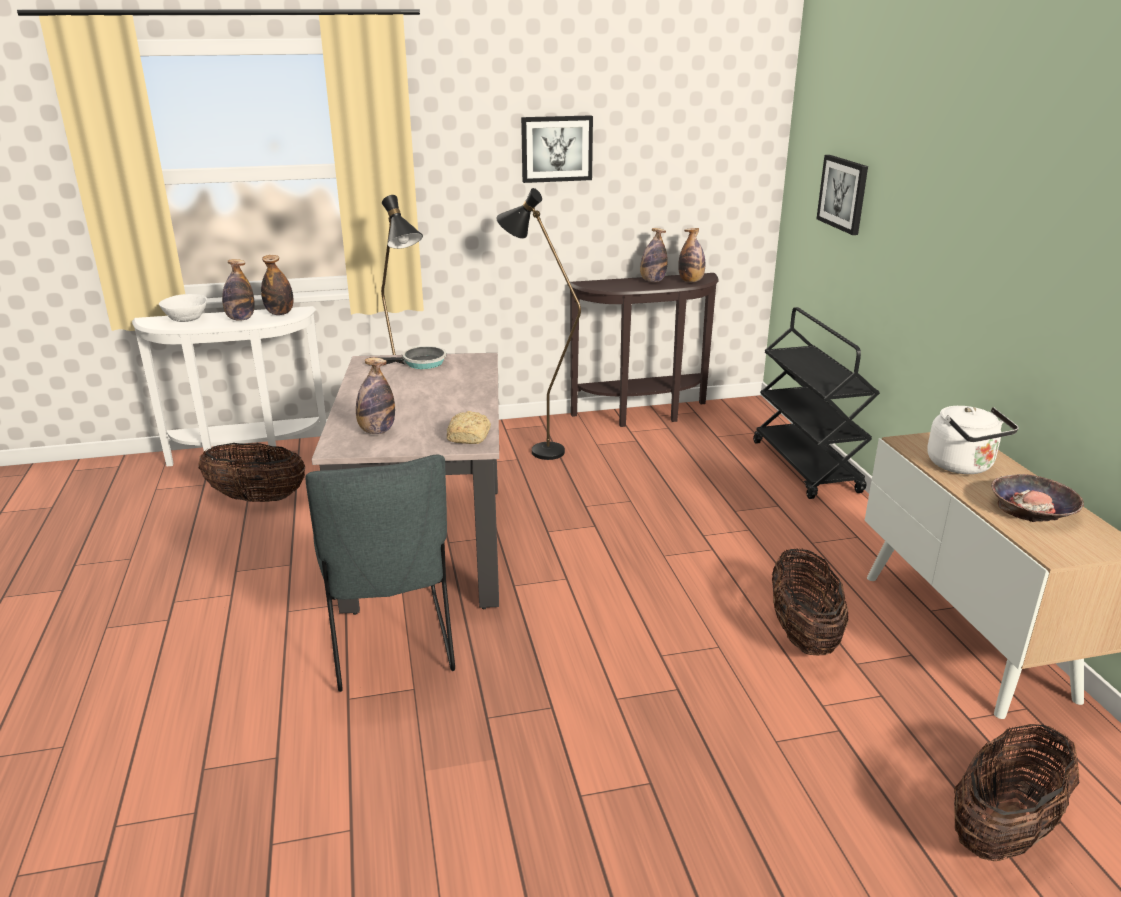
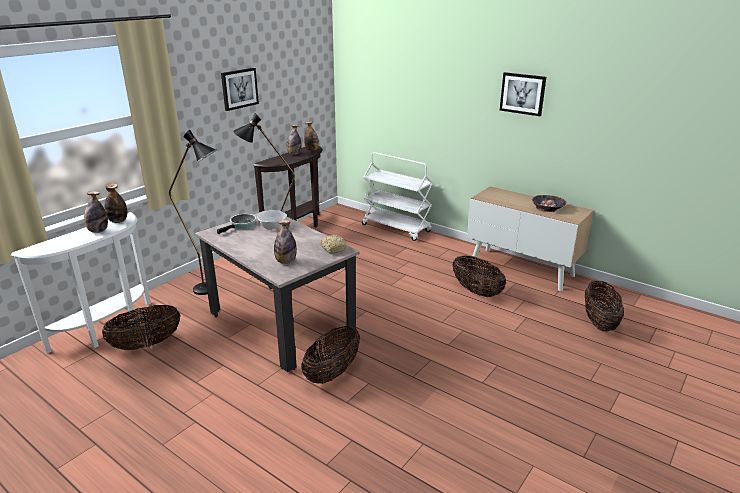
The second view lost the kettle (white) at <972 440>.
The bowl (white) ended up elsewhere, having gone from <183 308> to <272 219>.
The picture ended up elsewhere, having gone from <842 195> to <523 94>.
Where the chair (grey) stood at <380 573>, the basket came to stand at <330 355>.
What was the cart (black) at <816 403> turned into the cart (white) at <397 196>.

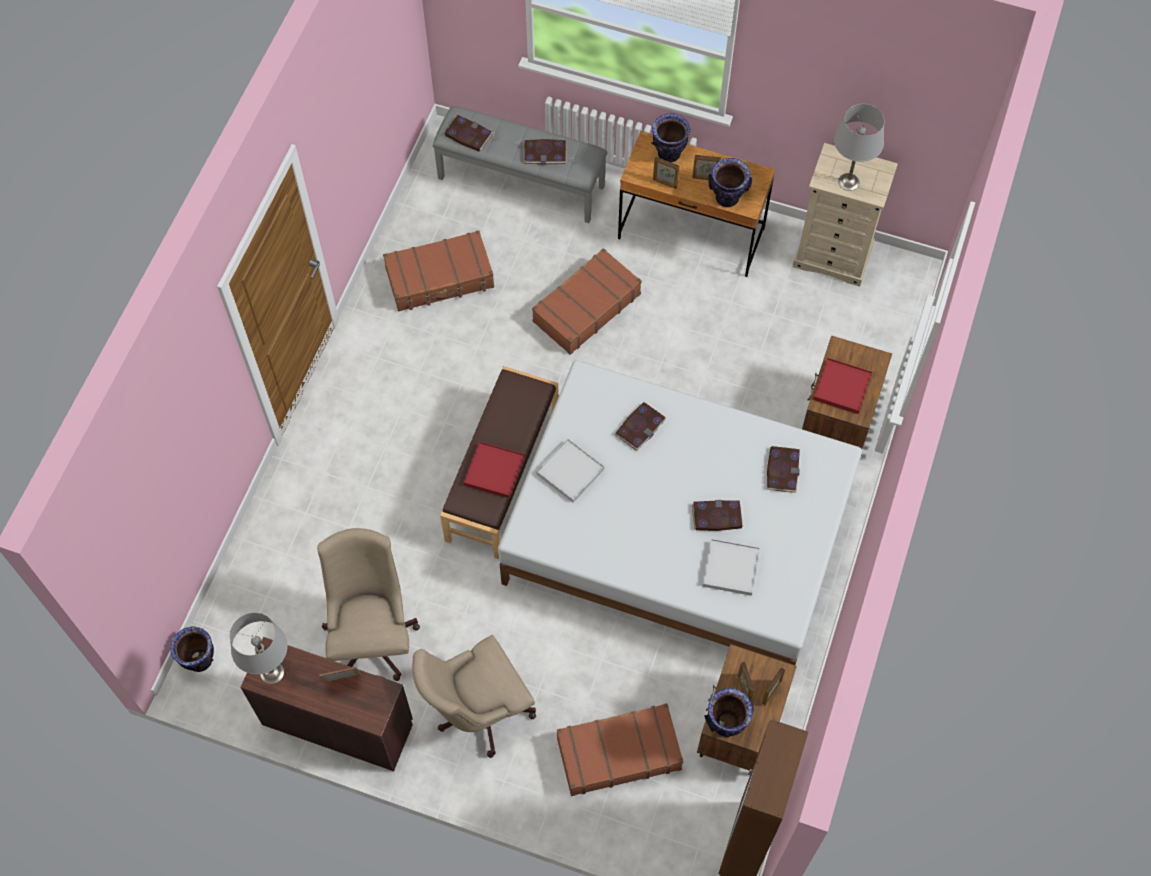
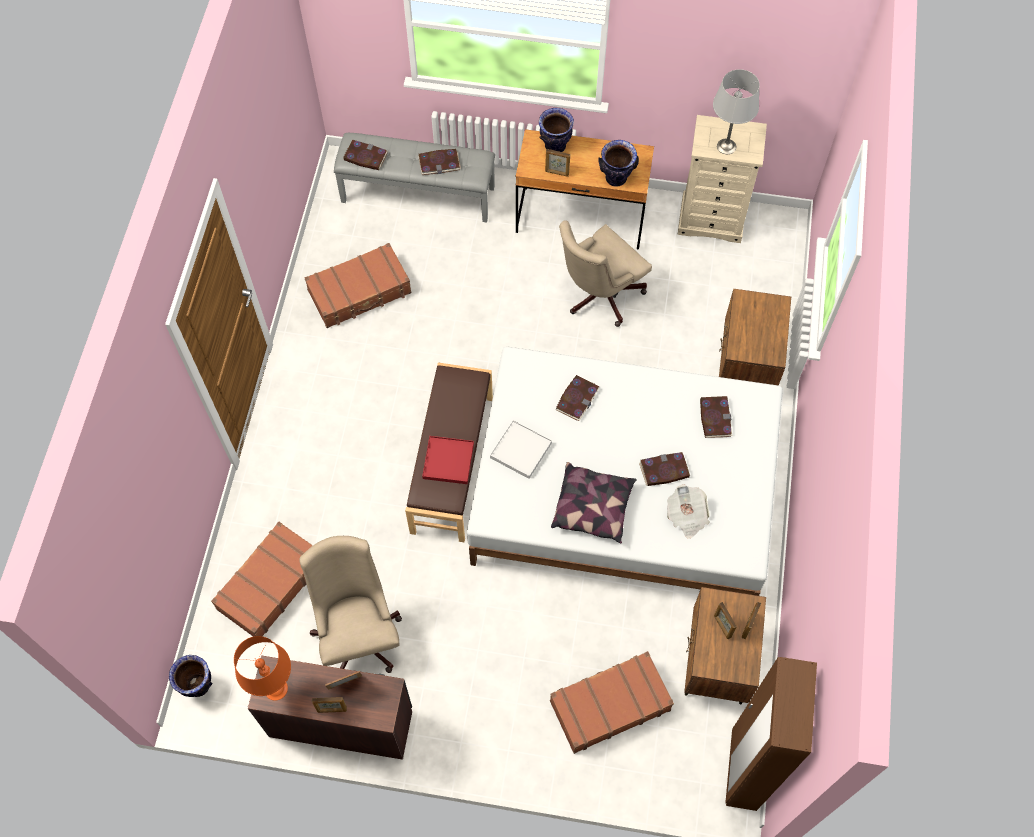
The second view lost the vase at <729 712>.
The second view lost the tray (red) at <842 386>.
The second view gained the pillow at <594 502>.
The office chair (beige) ended up elsewhere, having gone from <474 696> to <605 273>.
The suitcase (brown) ended up elsewhere, having gone from <587 301> to <262 579>.
The picture frame ended up elsewhere, having gone from <706 167> to <329 705>.
Where the tray (white) stood at <731 567>, the newspaper came to stand at <688 511>.
What was the table lamp (grey) at <259 648> turned into the table lamp (orange) at <262 668>.

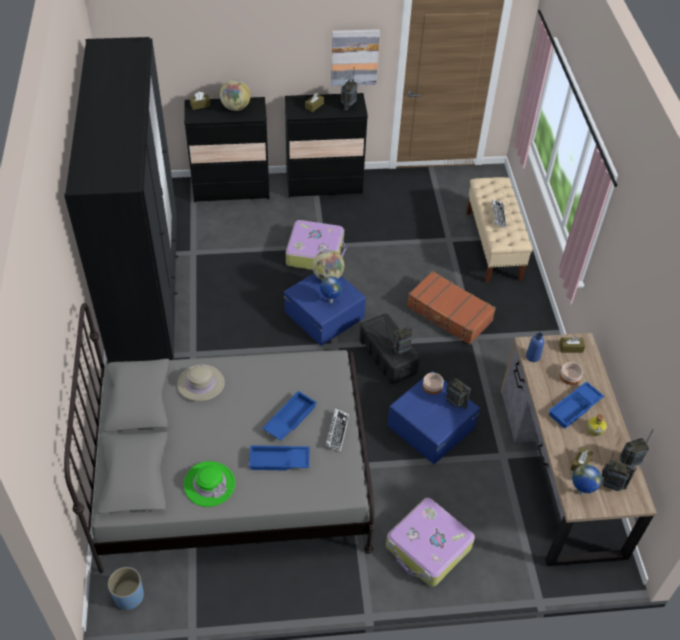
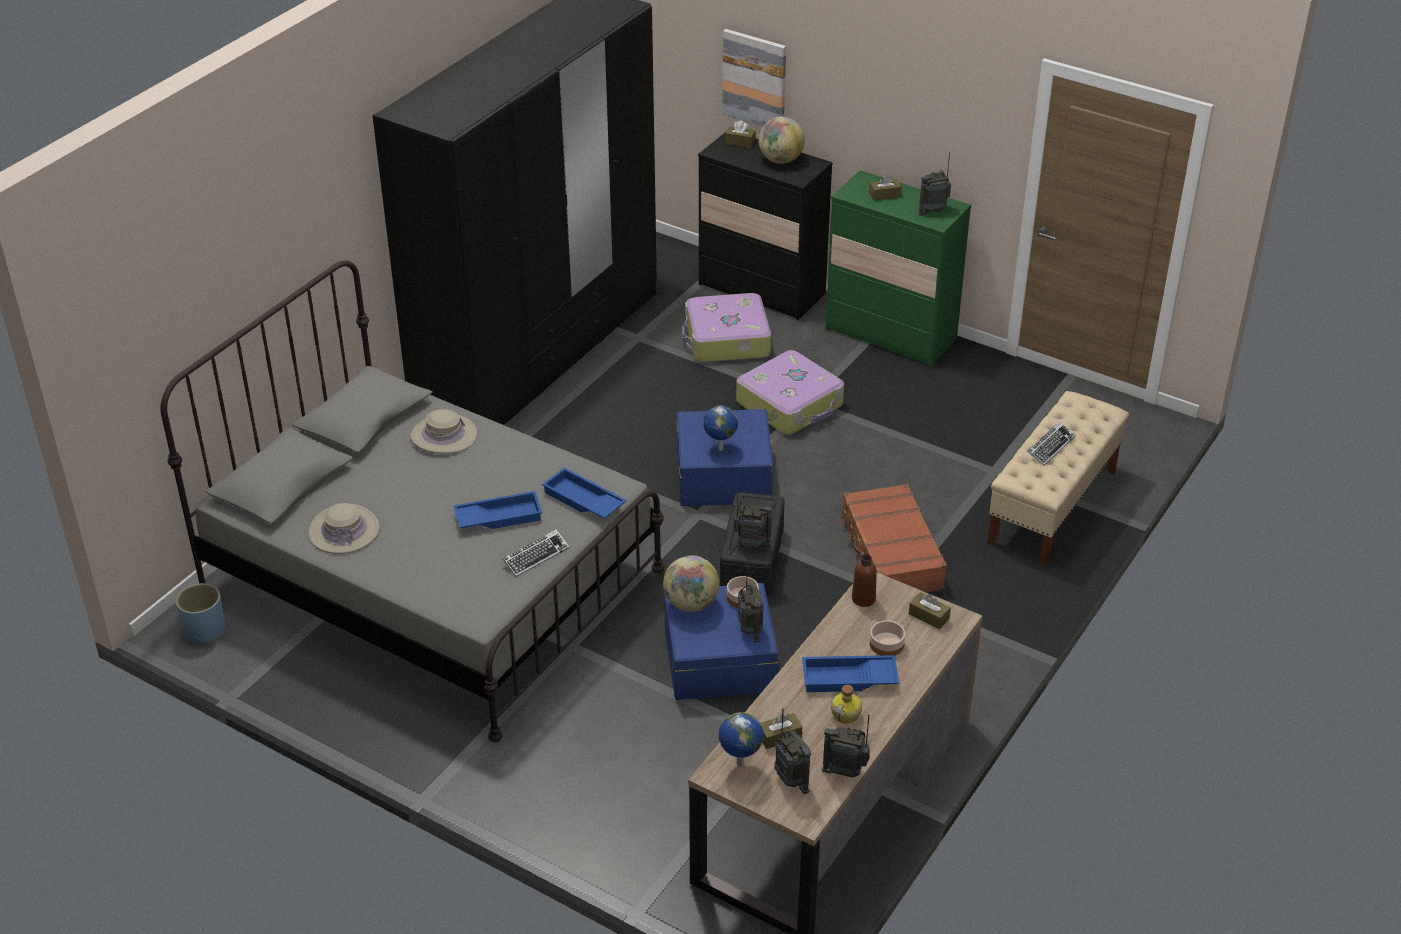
The tray (blue) ended up elsewhere, having gone from <279 458> to <584 493>.
The globe ended up elsewhere, having gone from <328 265> to <691 584>.
The picture ended up elsewhere, having gone from <355 57> to <754 78>.
The suitcase ended up elsewhere, having gone from <430 542> to <726 327>.
What was the hat (green) at <209 484> turned into the hat (beige) at <344 528>.
What was the dresser (black) at <326 145> turned into the dresser (green) at <898 268>.
What was the bottle (blue) at <535 347> turned into the bottle (brown) at <864 580>.

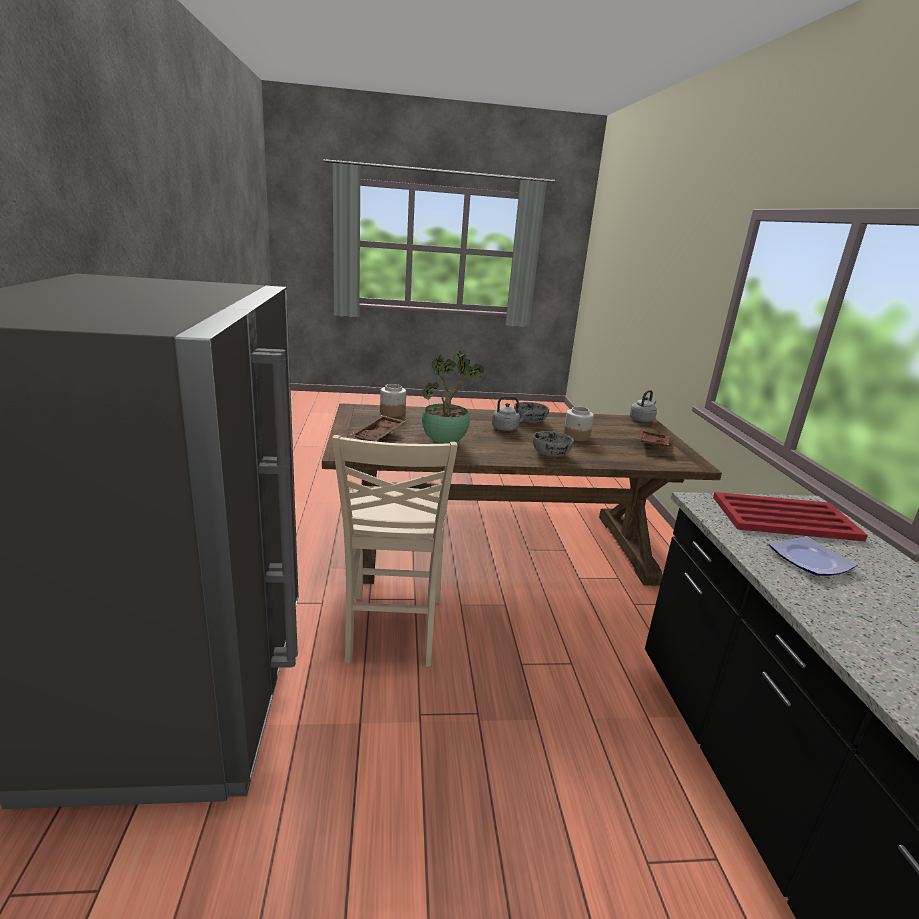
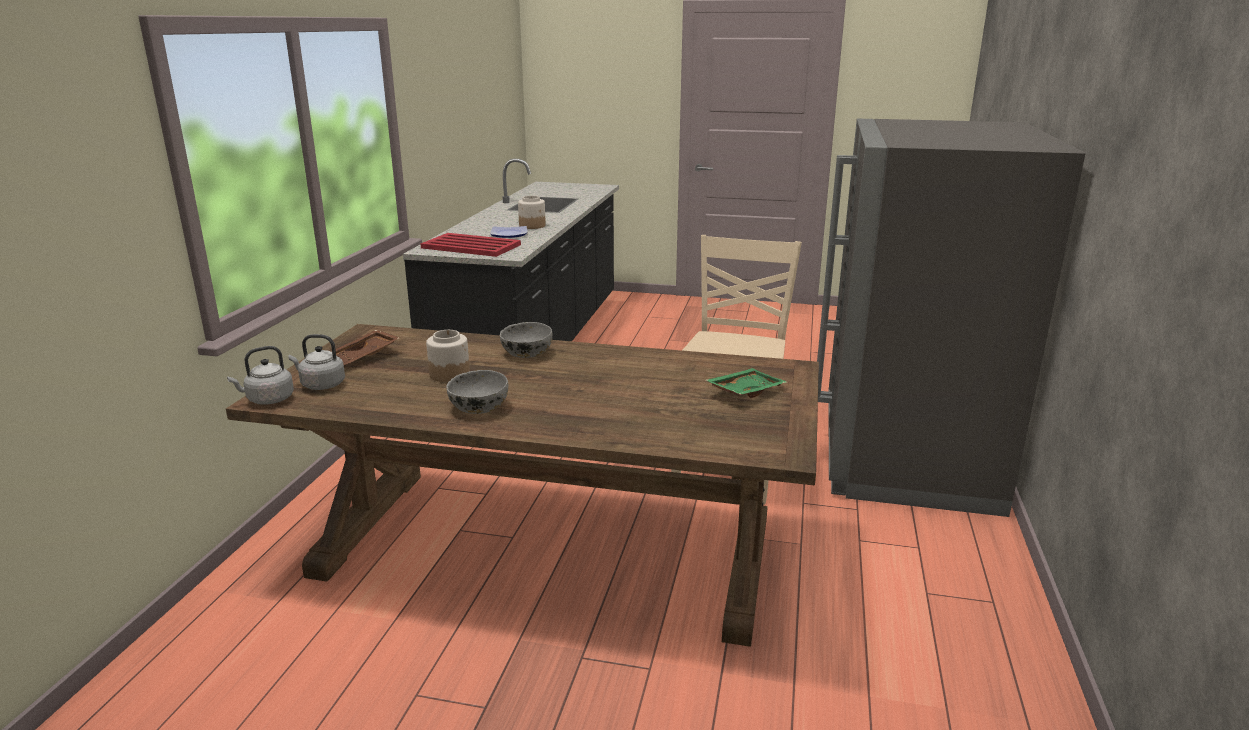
The second view lost the potted plant at <453 397>.
The jar ended up elsewhere, having gone from <393 400> to <532 212>.
The kettle (grey) ended up elsewhere, having gone from <510 413> to <317 362>.
What was the tray (brown) at <377 428> turned into the tray (green) at <746 383>.

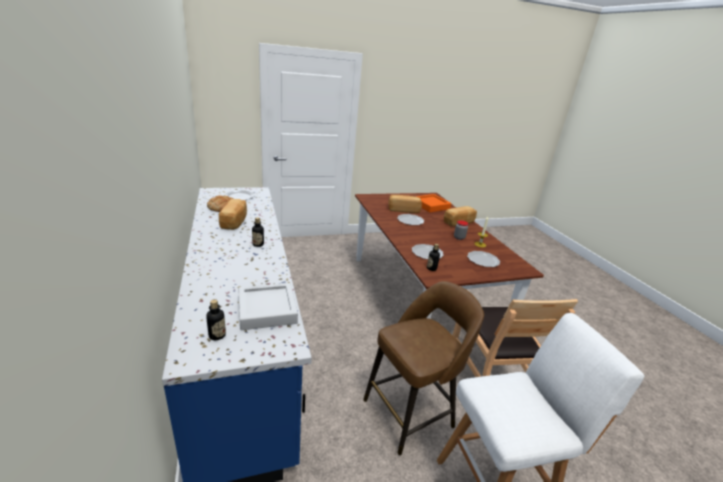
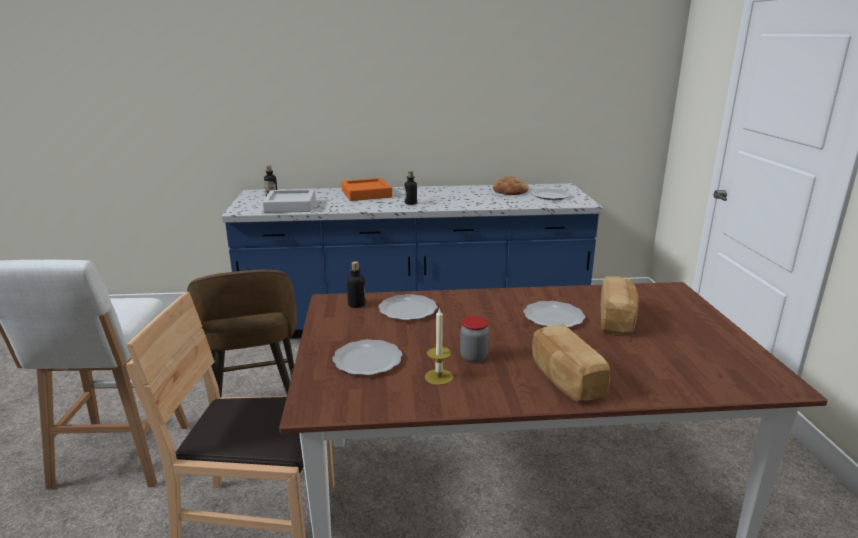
The second view lost the bread at <233 214>.
The tray (orange) ended up elsewhere, having gone from <433 203> to <366 189>.

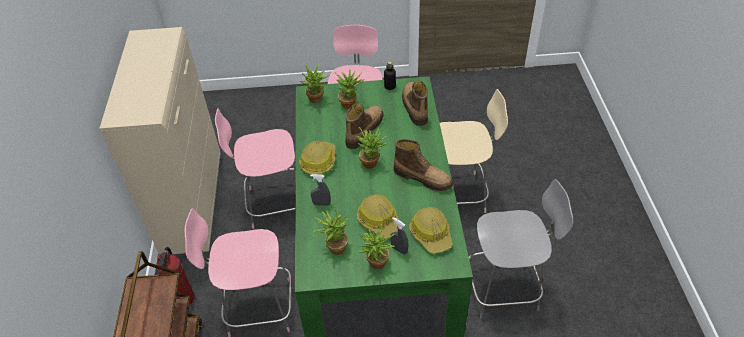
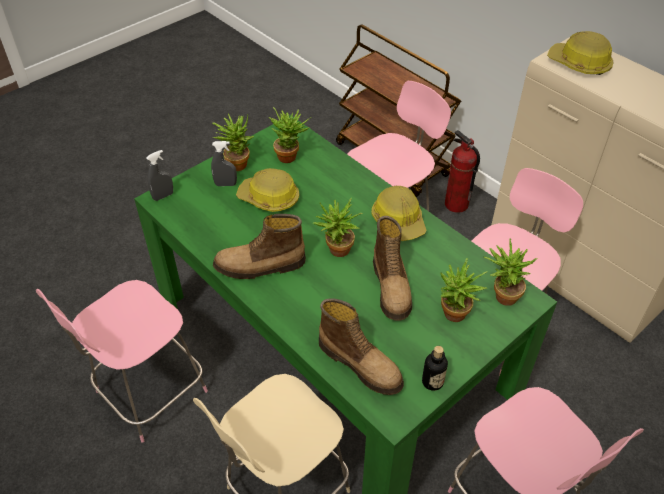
The spray bottle (grey) ended up elsewhere, having gone from <320 190> to <159 175>.
The hard hat ended up elsewhere, having gone from <431 230> to <580 53>.
What was the chair (grey) at <521 249> turned into the chair (pink) at <122 361>.

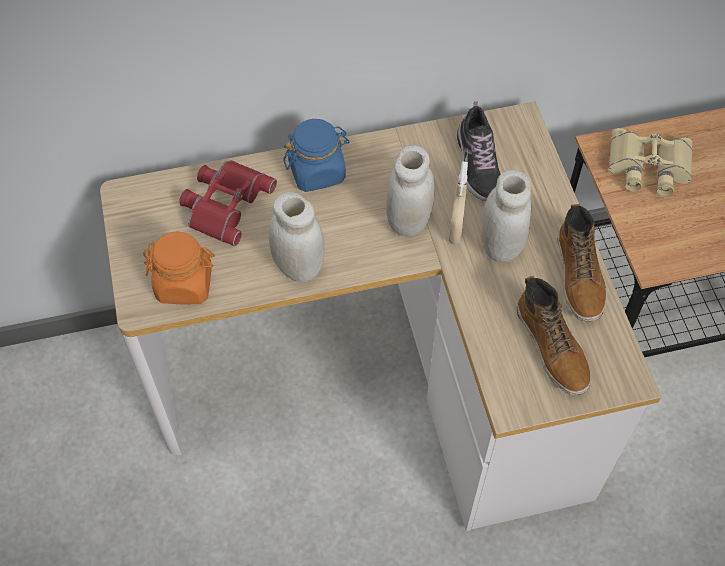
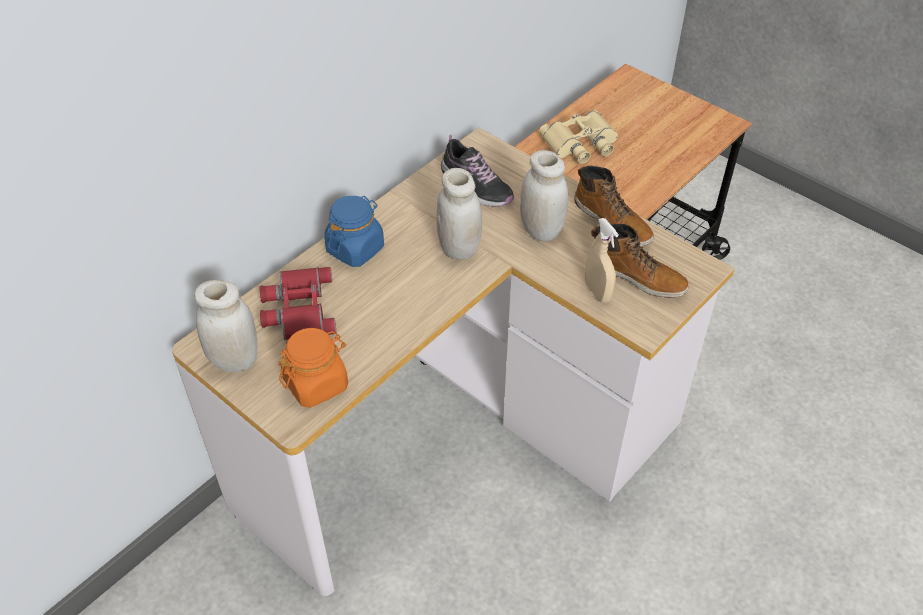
The jar (white) ended up elsewhere, having gone from <297 237> to <226 326>.
The spray bottle (beige) ended up elsewhere, having gone from <458 203> to <602 260>.

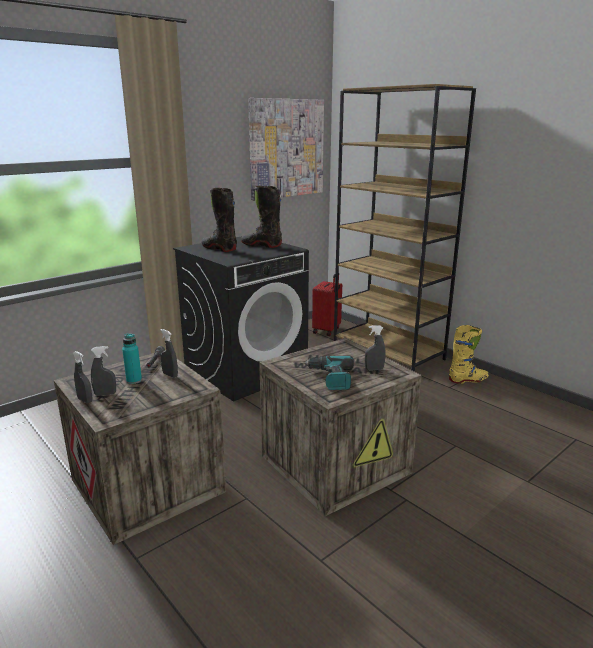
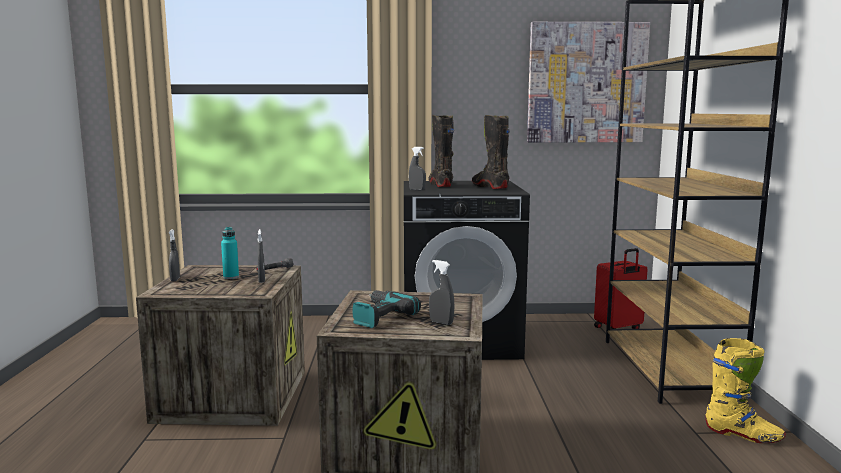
The spray bottle (grey) ended up elsewhere, having gone from <103 371> to <417 169>.

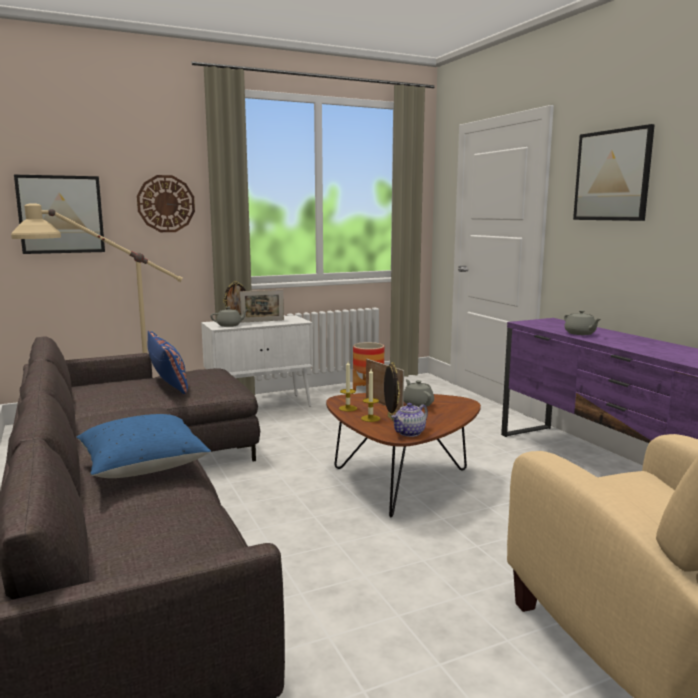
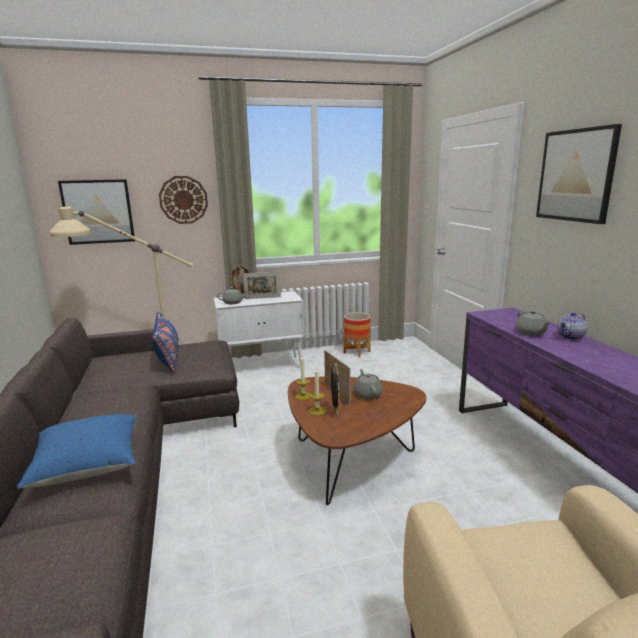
The teapot ended up elsewhere, having gone from <409 420> to <572 326>.

